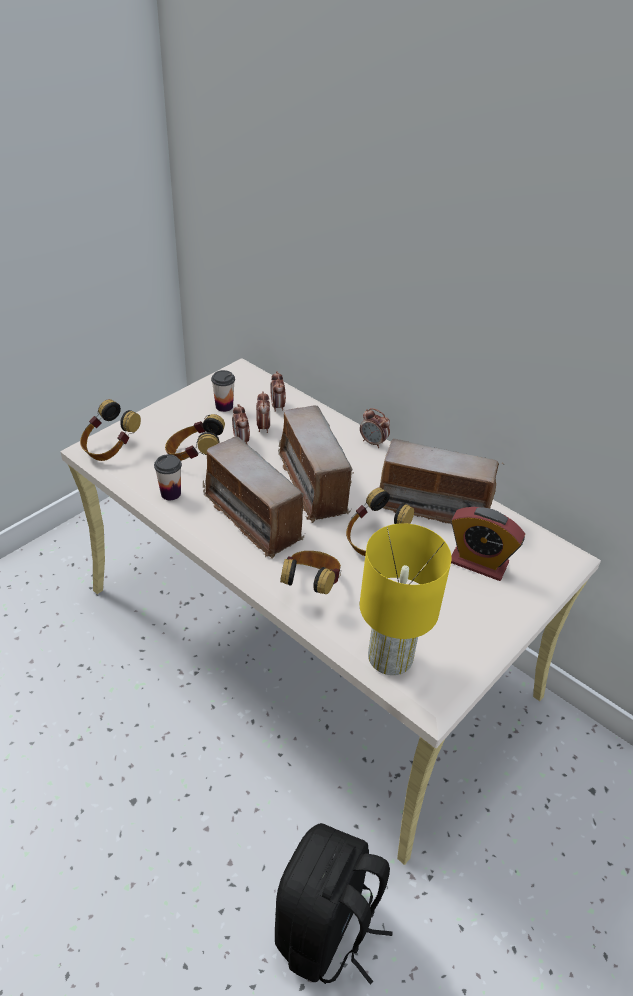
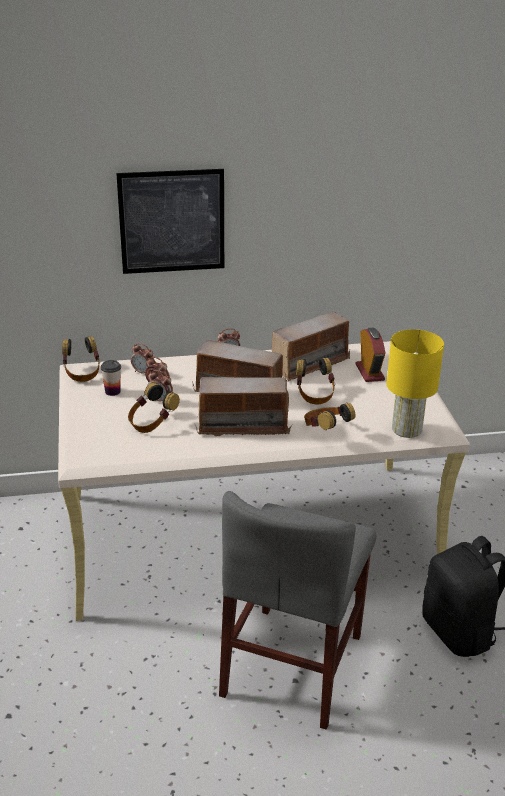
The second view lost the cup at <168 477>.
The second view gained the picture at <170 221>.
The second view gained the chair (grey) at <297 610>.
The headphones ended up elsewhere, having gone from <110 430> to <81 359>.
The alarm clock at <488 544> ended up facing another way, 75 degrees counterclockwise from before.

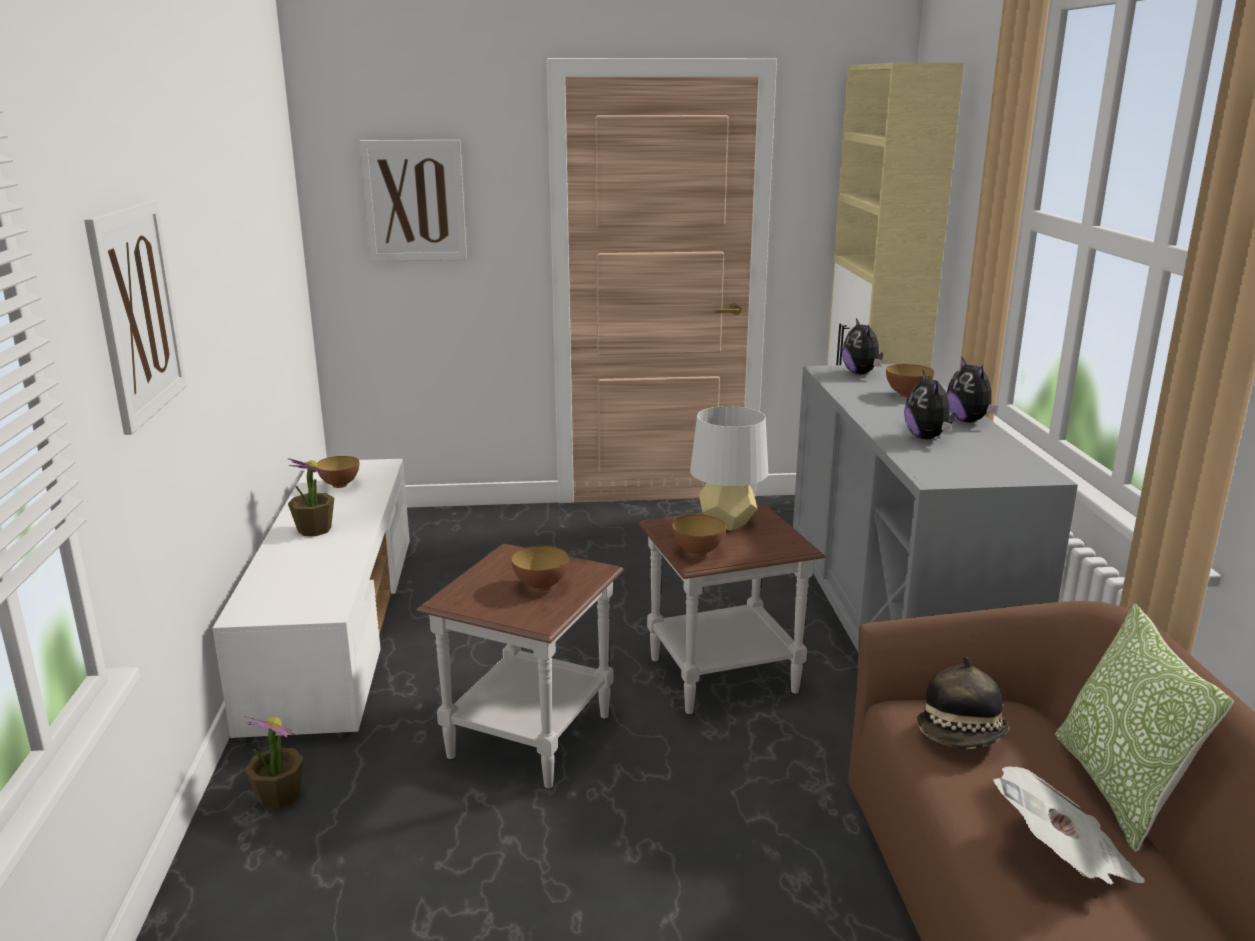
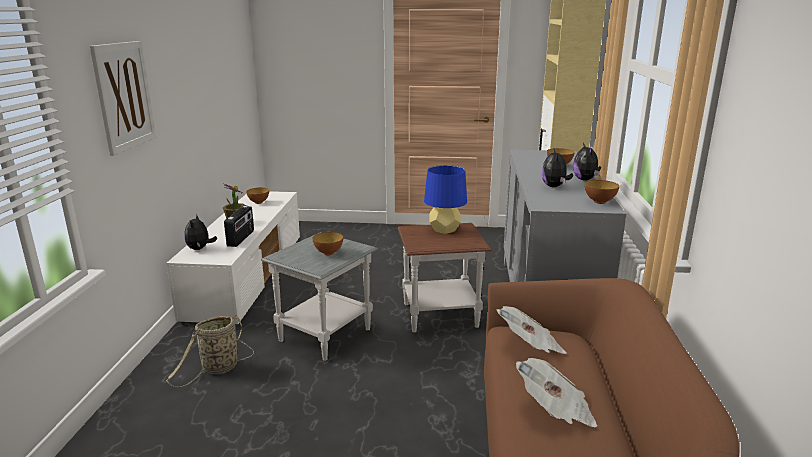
The second view lost the potted plant at <274 762>.
The second view lost the picture at <413 201>.
The second view lost the pillow at <1144 727>.
The second view gained the basket at <210 350>.
The second view gained the radio at <239 226>.
The bowl ended up elsewhere, having gone from <699 535> to <602 192>.
The plush toy ended up elsewhere, having gone from <862 346> to <200 232>.
Where the hat stood at <963 703>, the newspaper came to stand at <531 330>.
What was the side table (brown) at <520 665> turned into the side table (grey) at <319 296>.
What was the table lamp (grey) at <729 468> turned into the table lamp (blue) at <445 199>.

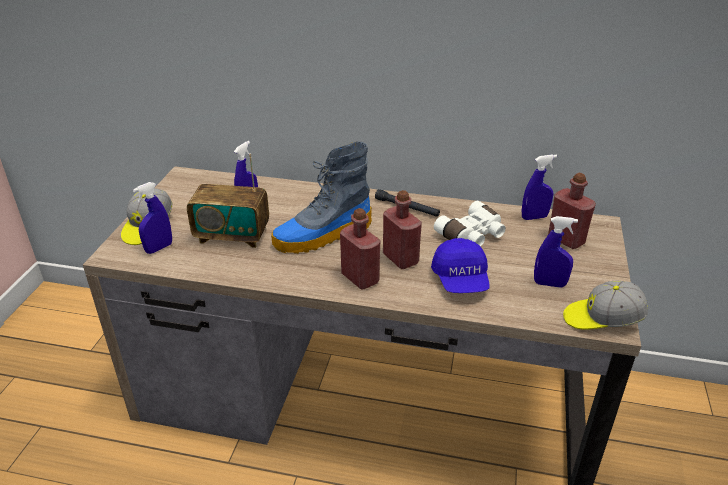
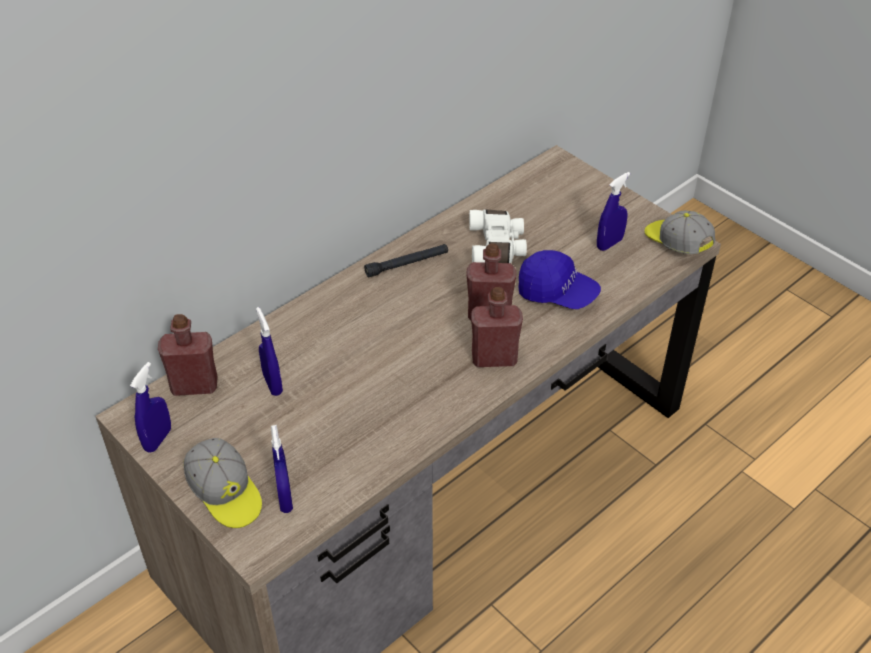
The second view lost the radio at <228 201>.
The second view lost the boot at <321 197>.
The spray bottle (blue) ended up elsewhere, having gone from <539 187> to <150 407>.
The bottle (red) ended up elsewhere, having gone from <572 211> to <188 355>.
The cap at <605 305> ended up facing another way, 105 degrees clockwise from before.

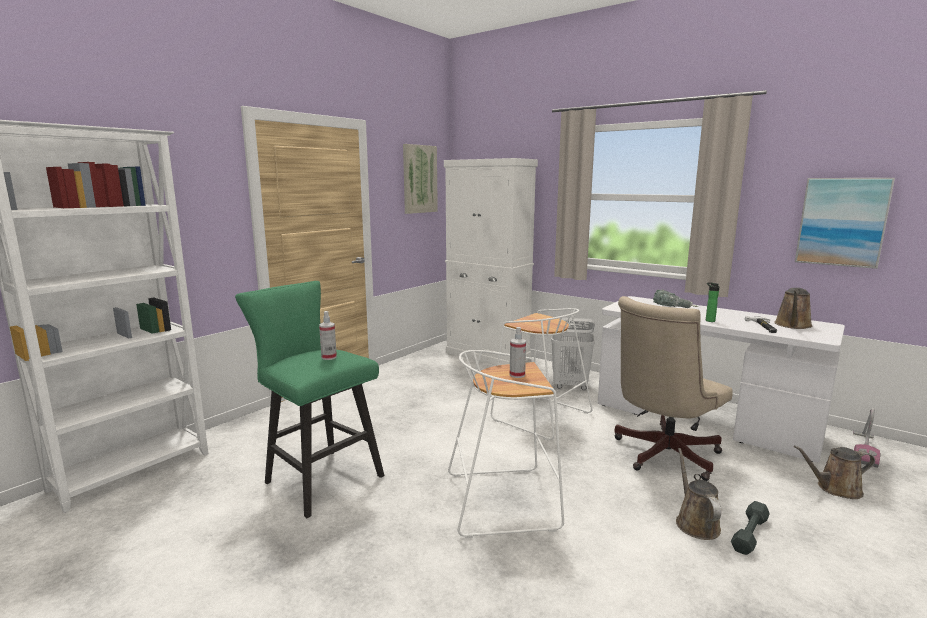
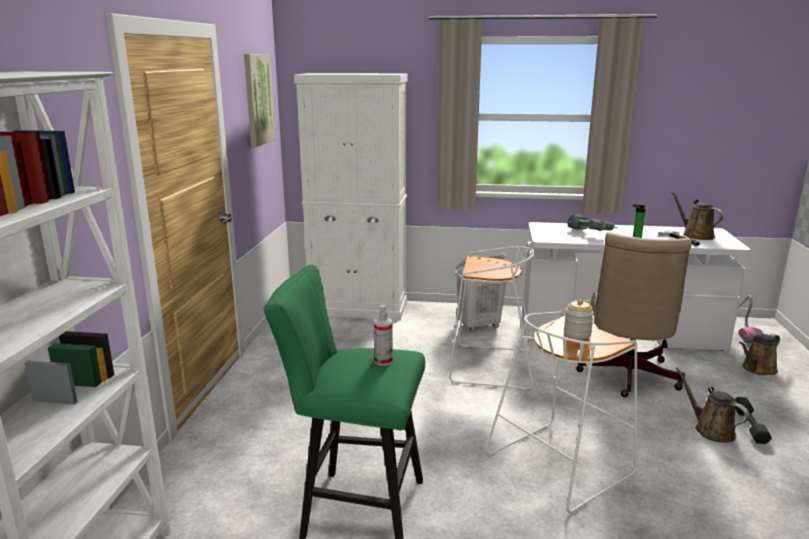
The second view lost the picture at <845 223>.
Where the spray bottle stood at <518 352>, the jar came to stand at <579 319>.
The watering can (brown) at <793 308> ended up facing another way, 150 degrees clockwise from before.

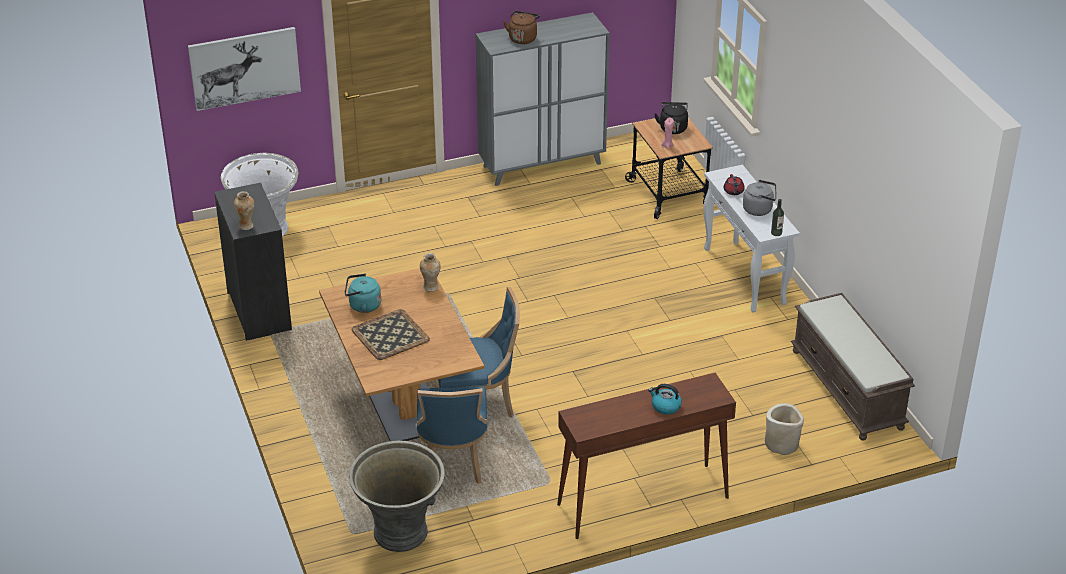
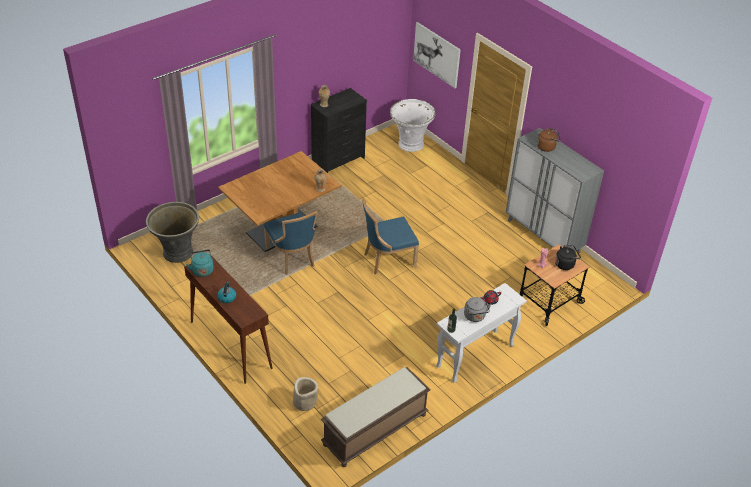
The second view lost the tray at <391 334>.
The kettle (turquoise) ended up elsewhere, having gone from <363 293> to <200 263>.
The chair (blue) ended up elsewhere, having gone from <452 435> to <390 236>.

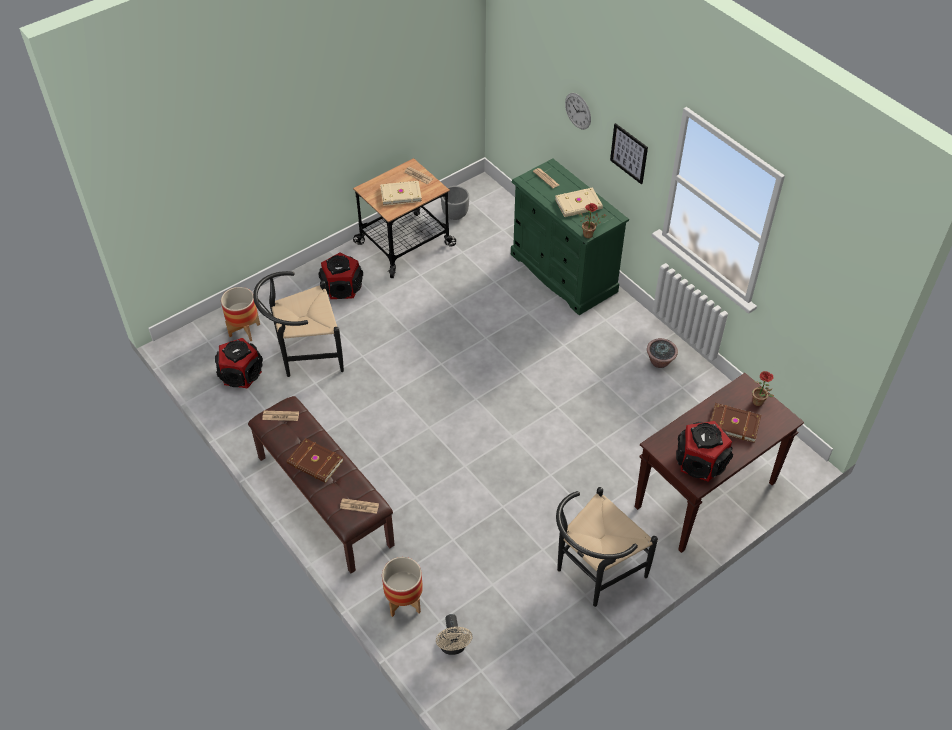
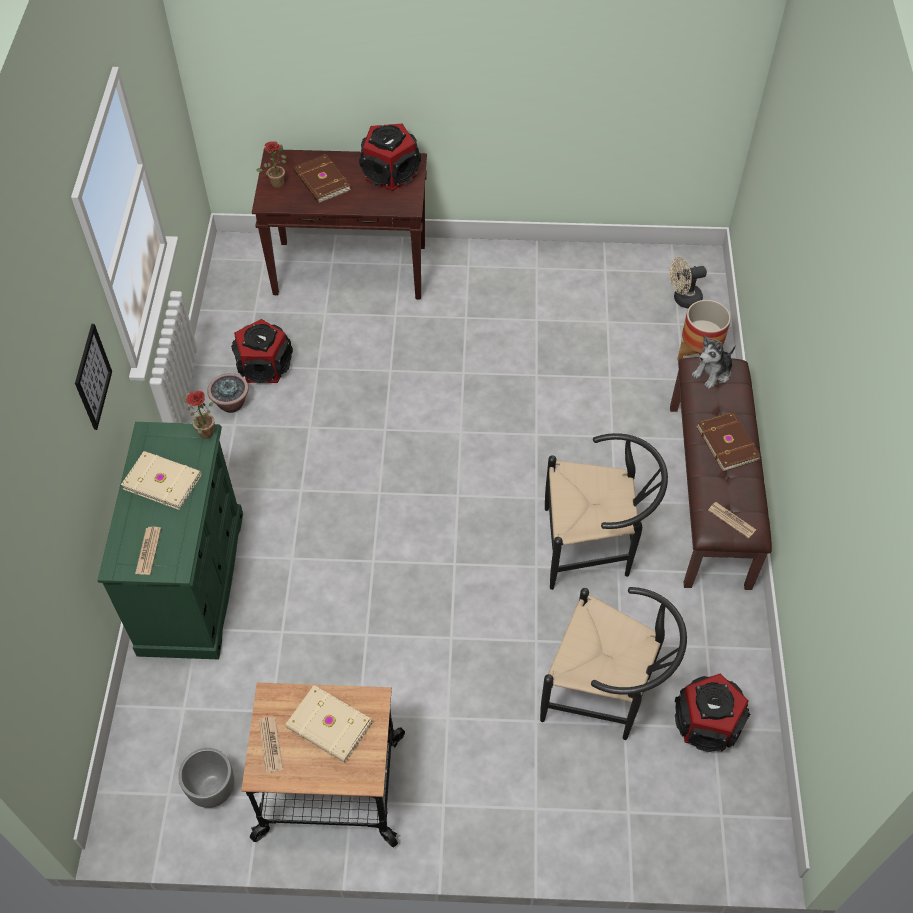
The second view lost the planter at <240 314>.
The second view lost the wall clock at <578 111>.
The speaker ended up elsewhere, having gone from <340 275> to <262 351>.
The chair (black) ended up elsewhere, having gone from <607 547> to <606 511>.
Where the newspaper stood at <359 506>, the plush toy came to stand at <714 362>.
The fan (beige) at <454 634> ended up facing another way, 135 degrees counterclockwise from before.

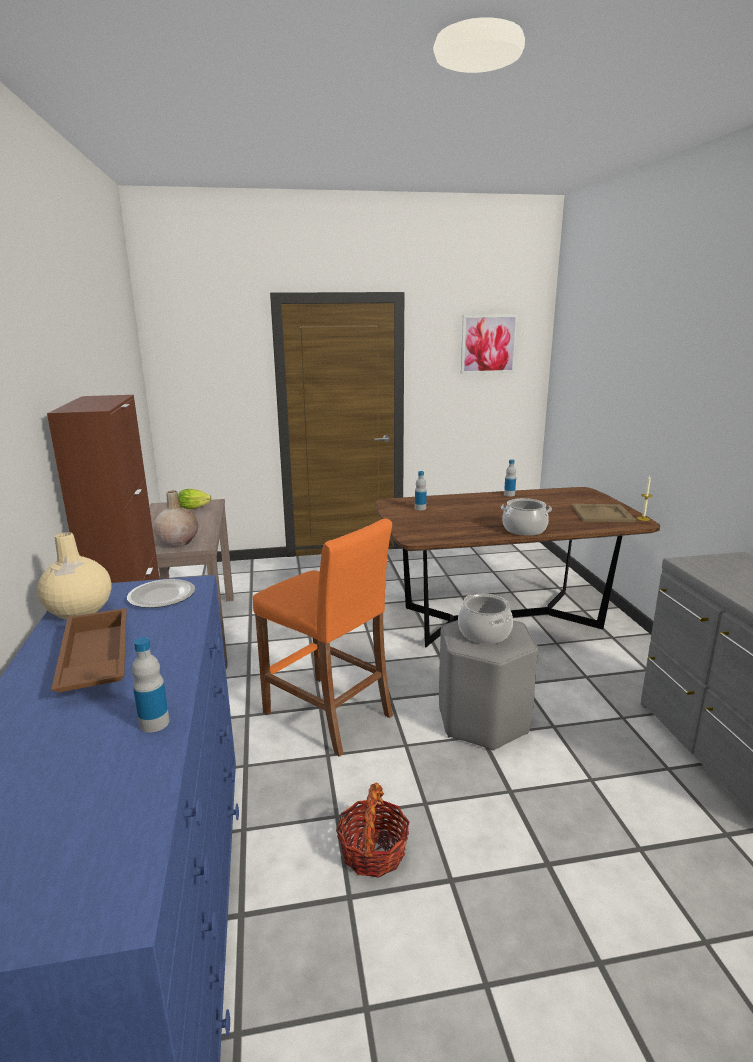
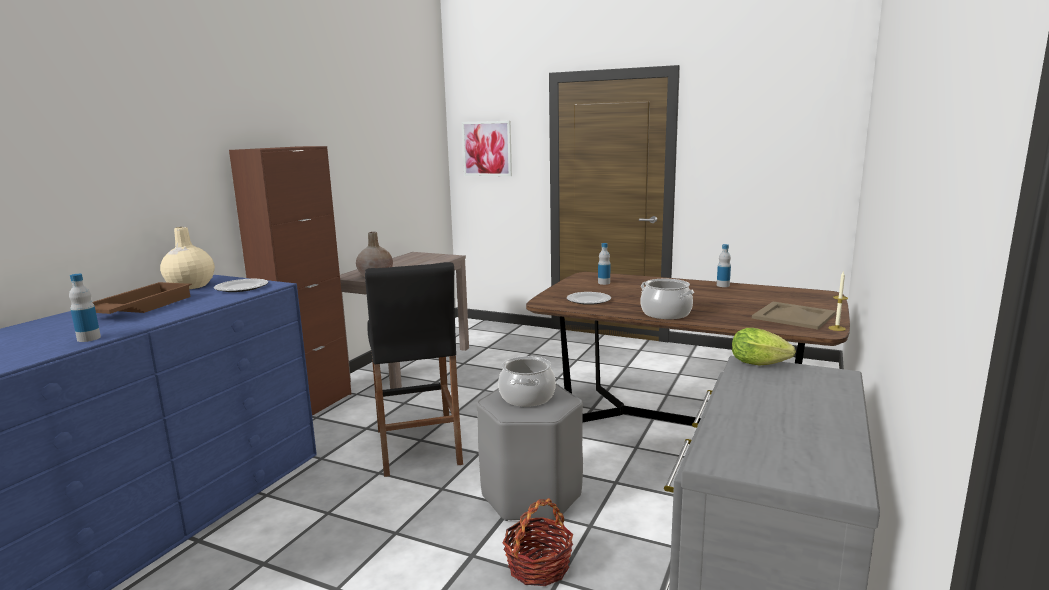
The second view gained the plate at <589 298>.
The lettuce ended up elsewhere, having gone from <195 499> to <764 347>.
The basket ended up elsewhere, having gone from <373 830> to <538 542>.
The picture ended up elsewhere, having gone from <489 344> to <487 148>.
What was the stool (orange) at <323 638> turned into the stool (black) at <414 369>.

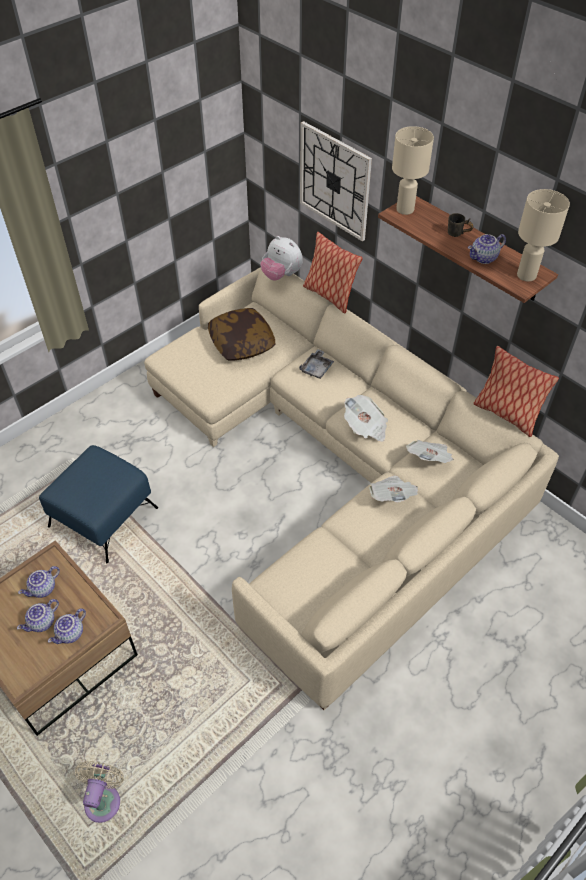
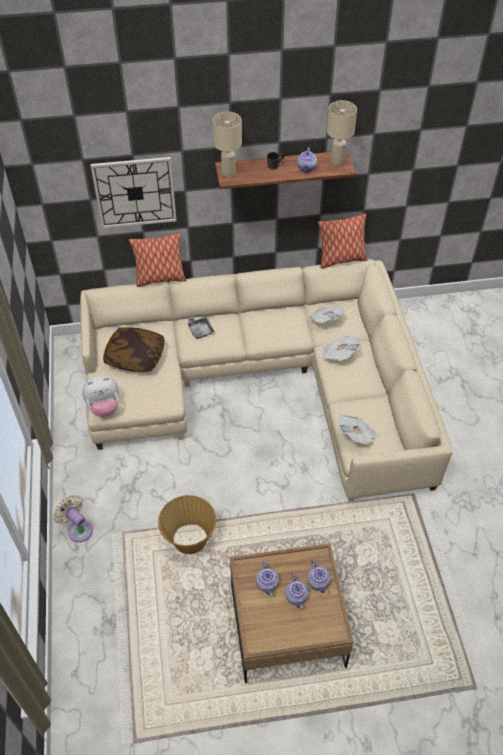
The fan (beige) ended up elsewhere, having gone from <99 792> to <73 518>.
The plush toy ended up elsewhere, having gone from <281 258> to <100 396>.
The newspaper ended up elsewhere, having gone from <366 418> to <358 430>.
Where the ottoman (blue) stood at <98 504>, the basket came to stand at <187 524>.

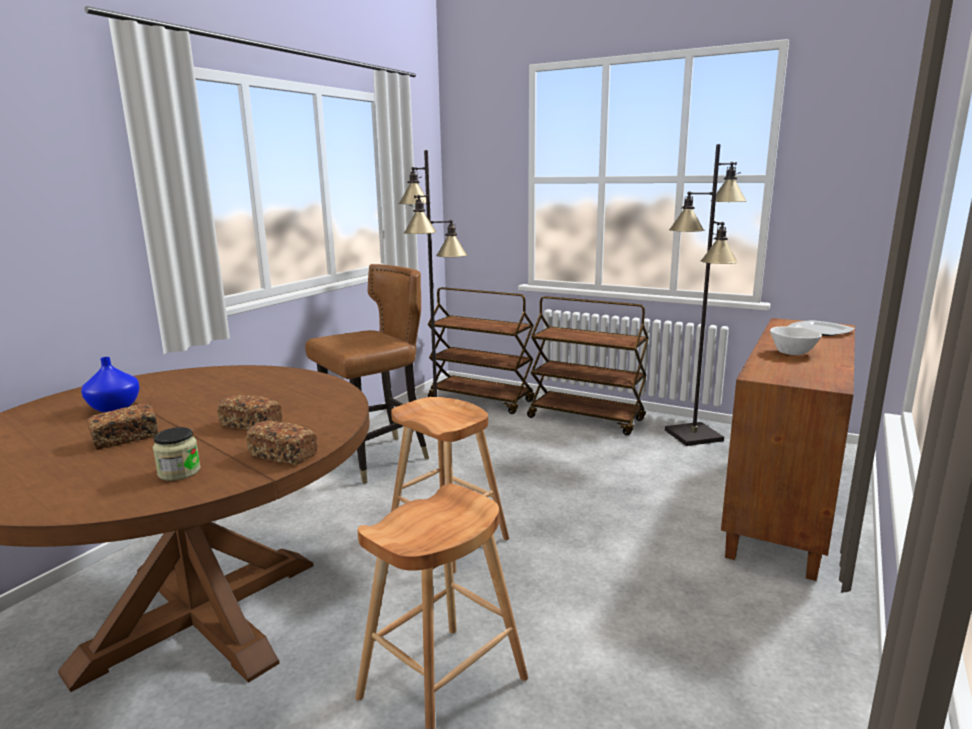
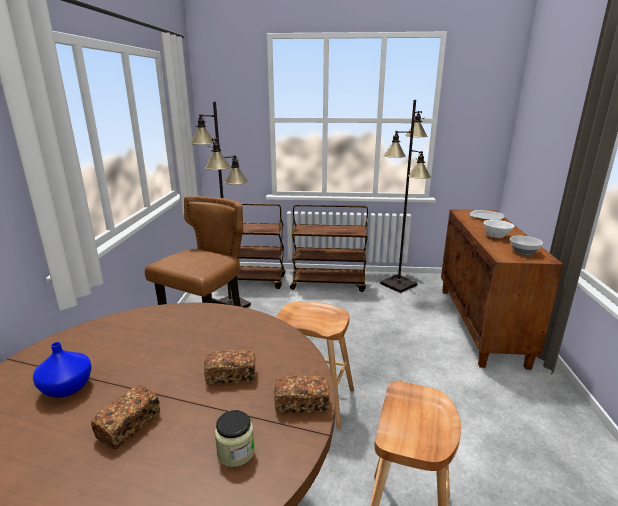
The second view gained the bowl at <526 245>.

